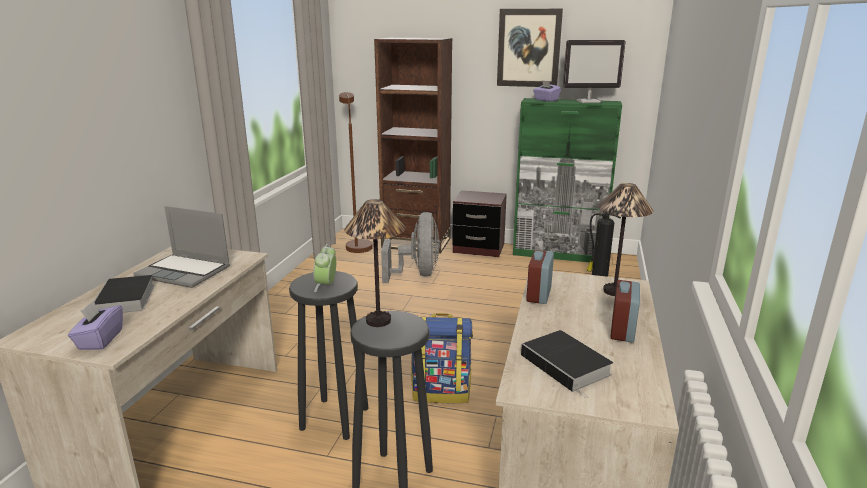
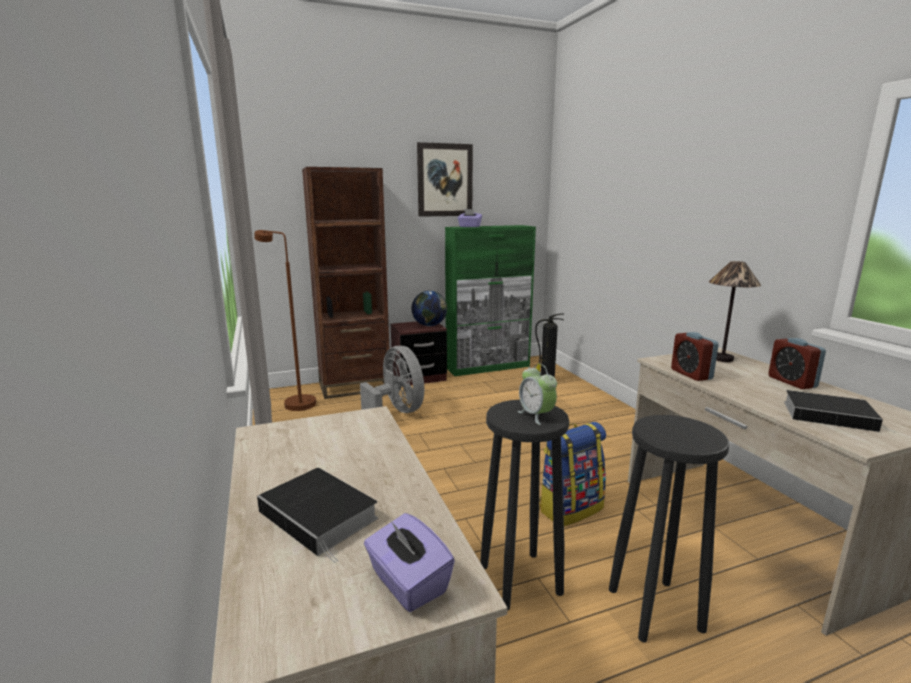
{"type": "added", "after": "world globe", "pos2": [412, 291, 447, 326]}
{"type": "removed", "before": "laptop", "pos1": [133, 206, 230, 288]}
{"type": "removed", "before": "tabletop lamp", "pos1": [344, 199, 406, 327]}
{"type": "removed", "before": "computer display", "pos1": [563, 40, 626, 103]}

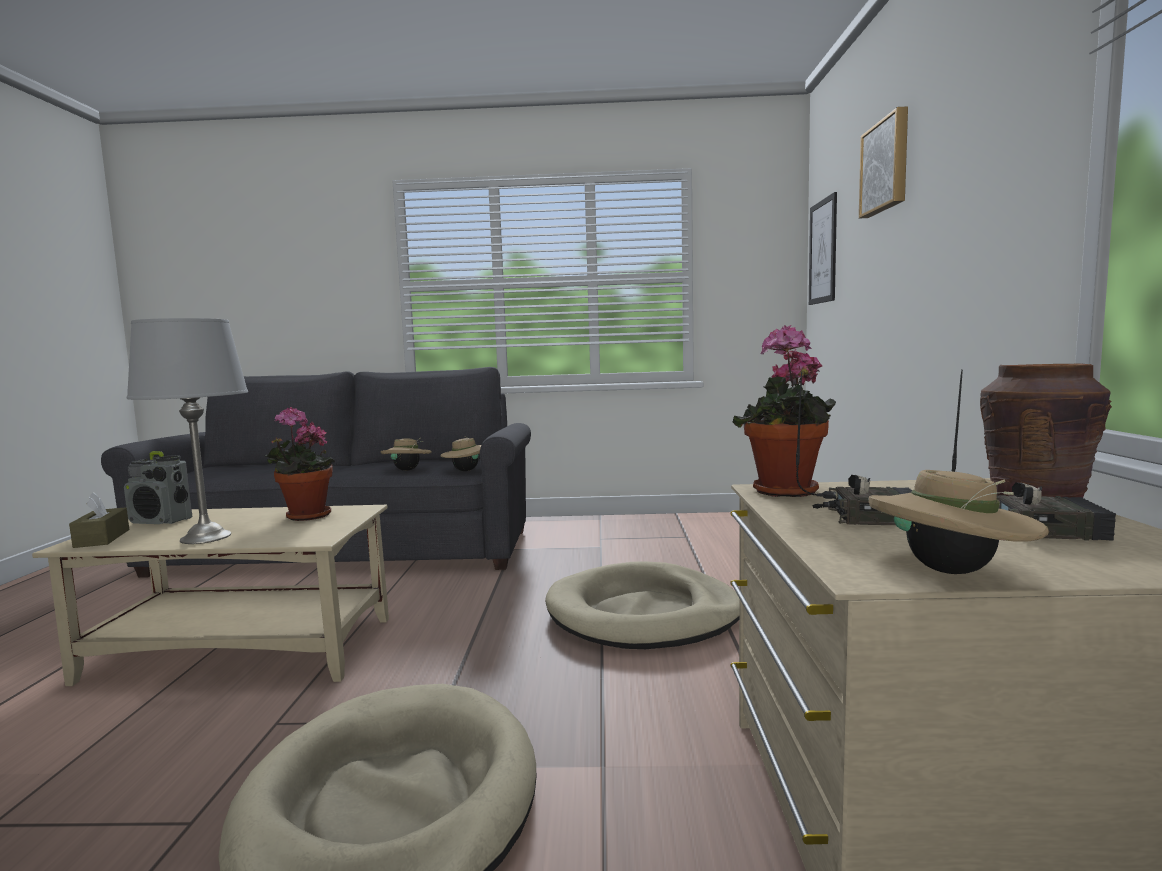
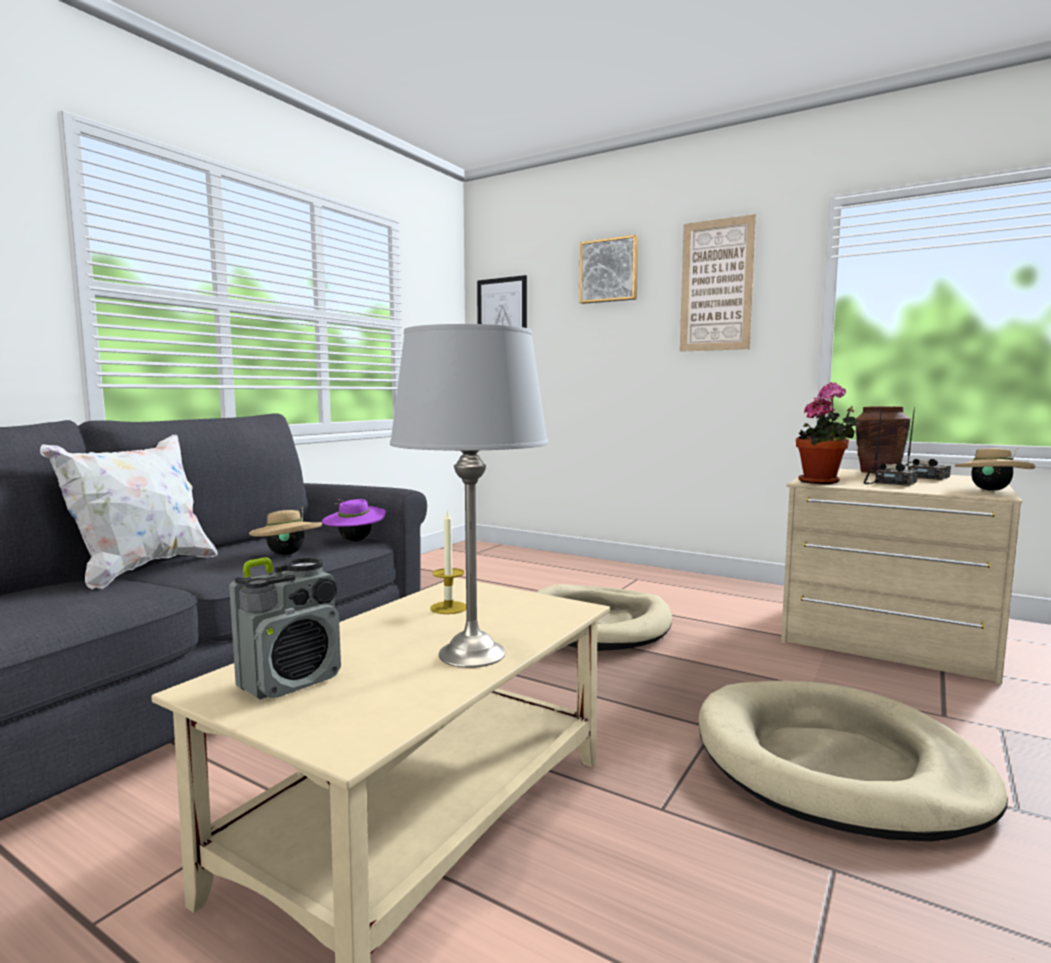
{"type": "added", "after": "white-coloured pillow", "pos2": [40, 435, 217, 589]}
{"type": "recoloured", "before": "sand-coloured hat", "after": "purple-coloured hat", "pos1": [440, 436, 481, 471], "pos2": [322, 499, 386, 541]}
{"type": "replaced", "before": "potted plant", "after": "candle", "pos1": [265, 407, 335, 521], "pos2": [430, 509, 466, 614]}
{"type": "added", "after": "wall picture", "pos2": [680, 214, 756, 352]}
{"type": "removed", "before": "brown-coloured tissue holder", "pos1": [69, 492, 129, 548]}

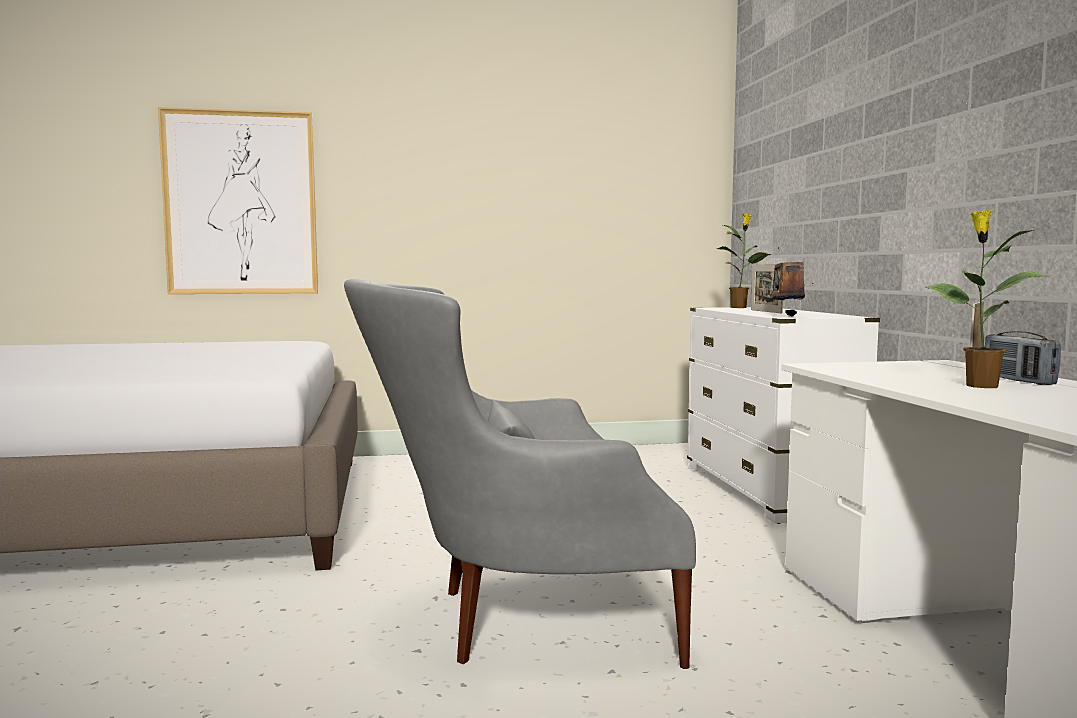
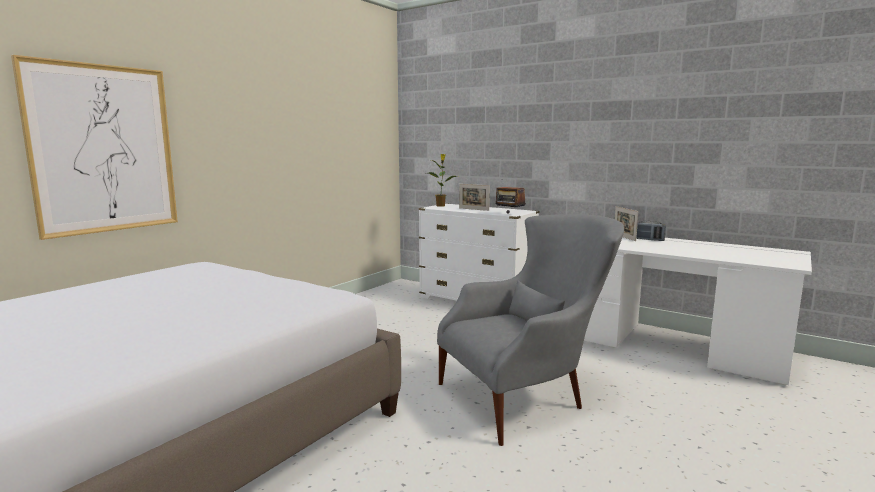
{"type": "turned", "before": "grey armchair", "pos1": [344, 279, 696, 669], "pos2": [437, 214, 624, 446], "turn": -150}
{"type": "removed", "before": "potted plant", "pos1": [924, 210, 1047, 388]}

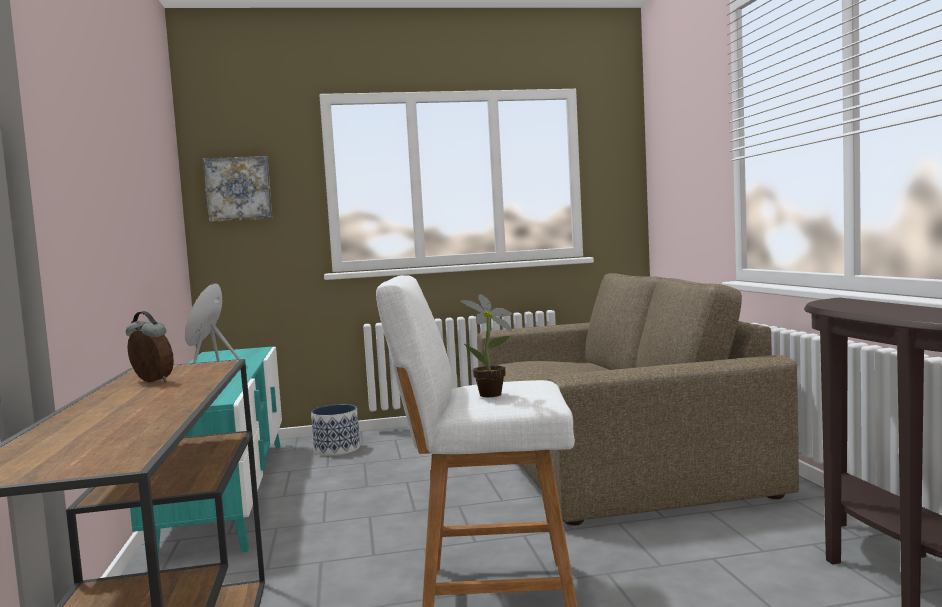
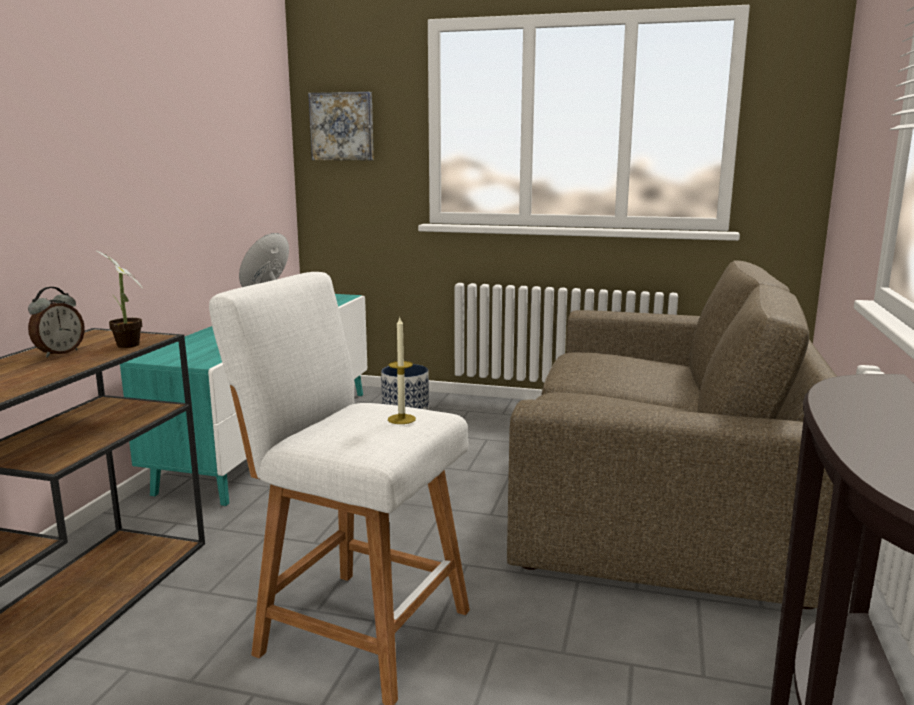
{"type": "turned", "before": "bedside clock", "pos1": [126, 311, 174, 382], "pos2": [28, 287, 85, 358], "turn": 60}
{"type": "moved", "before": "potted plant", "pos1": [461, 294, 512, 397], "pos2": [97, 251, 143, 348]}
{"type": "added", "after": "candle", "pos2": [388, 318, 416, 424]}

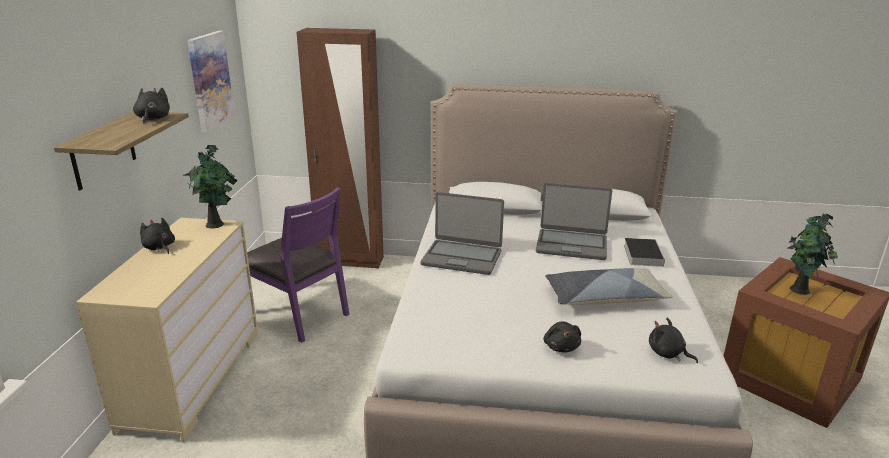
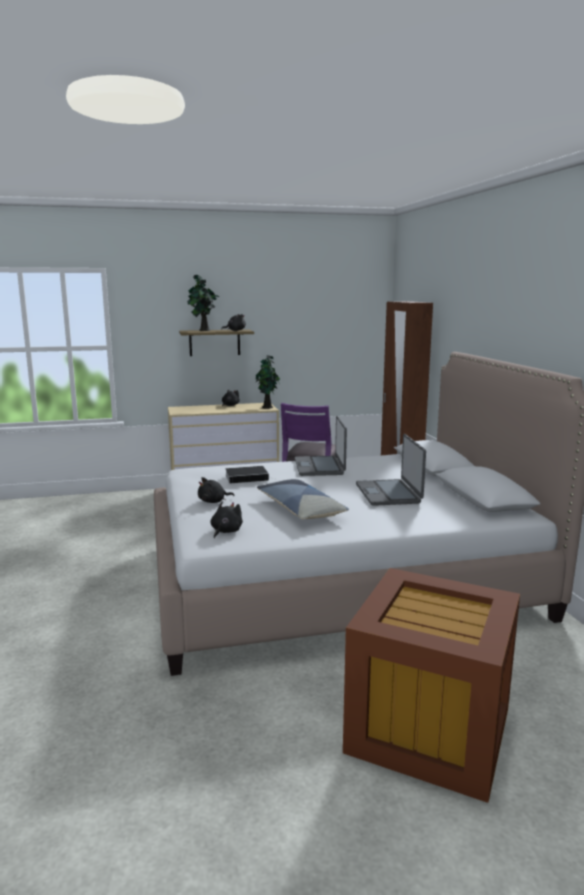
{"type": "moved", "before": "potted plant", "pos1": [788, 213, 838, 295], "pos2": [187, 275, 220, 331]}
{"type": "moved", "before": "bound book", "pos1": [624, 238, 665, 267], "pos2": [225, 466, 273, 484]}
{"type": "removed", "before": "wall picture", "pos1": [187, 31, 235, 132]}

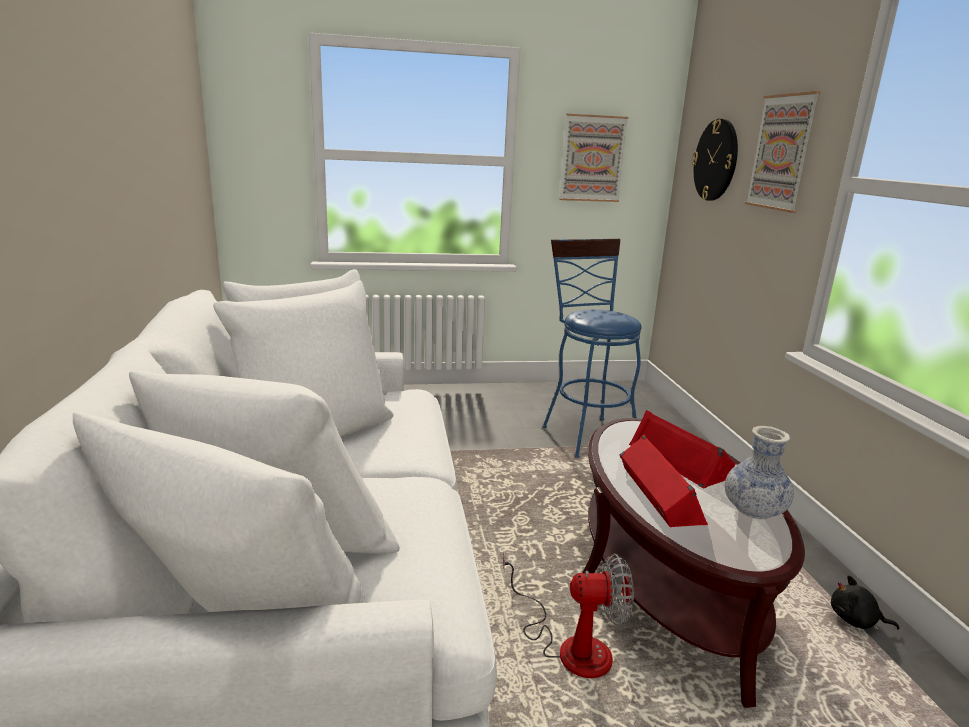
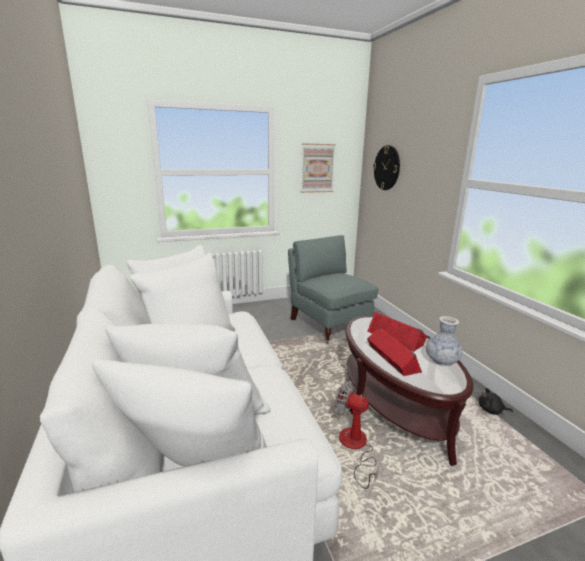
{"type": "replaced", "before": "blue-coloured stool seat", "after": "grey armchair", "pos1": [543, 239, 642, 458], "pos2": [288, 235, 379, 343]}
{"type": "turned", "before": "electric fan", "pos1": [503, 552, 634, 678], "pos2": [335, 381, 379, 489], "turn": -135}
{"type": "removed", "before": "wall picture", "pos1": [745, 91, 821, 213]}

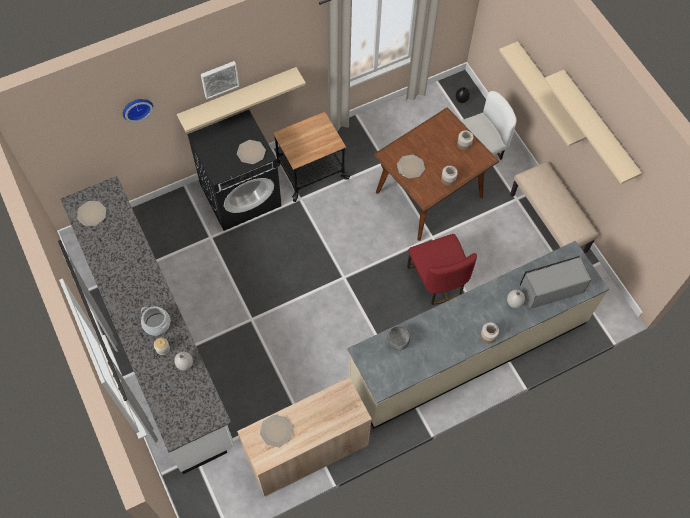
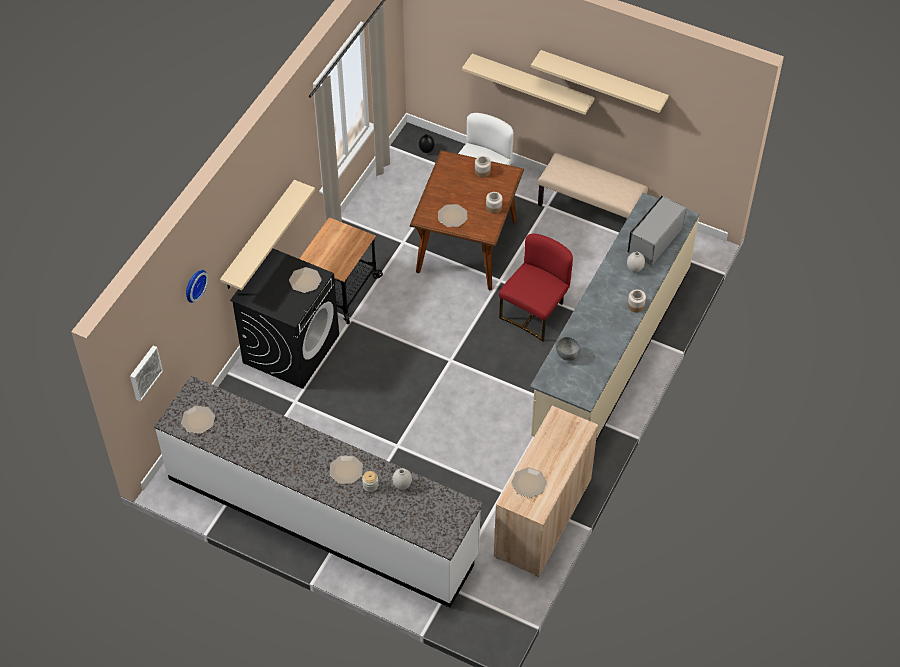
{"type": "moved", "before": "wall picture", "pos1": [201, 61, 239, 99], "pos2": [130, 345, 163, 402]}
{"type": "replaced", "before": "cooking pot", "after": "flat dish", "pos1": [141, 306, 170, 336], "pos2": [329, 456, 363, 484]}
{"type": "turned", "before": "red-coloured upright chair", "pos1": [407, 234, 477, 305], "pos2": [499, 234, 573, 341], "turn": -90}

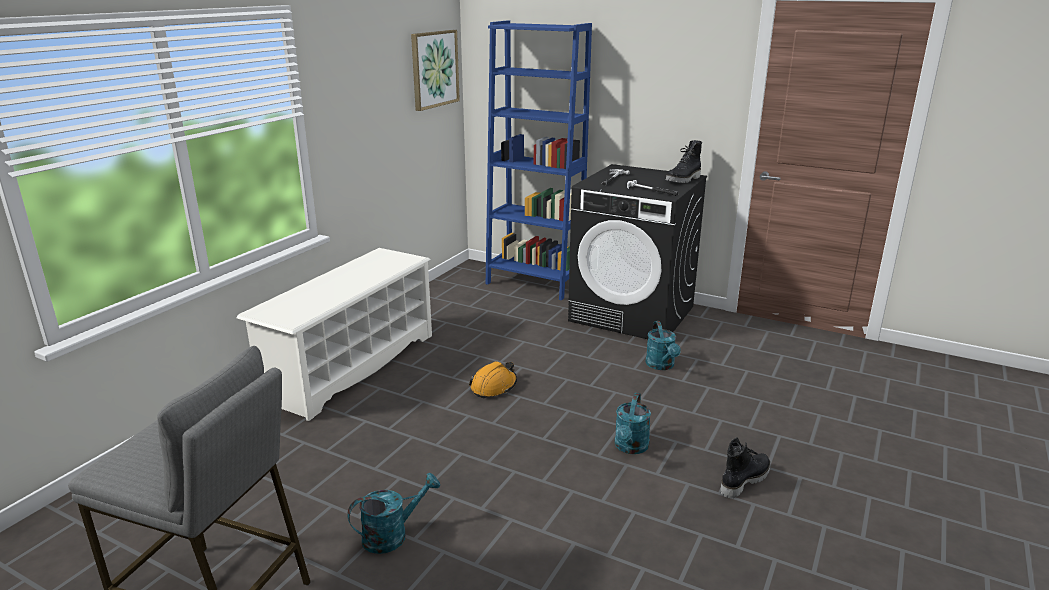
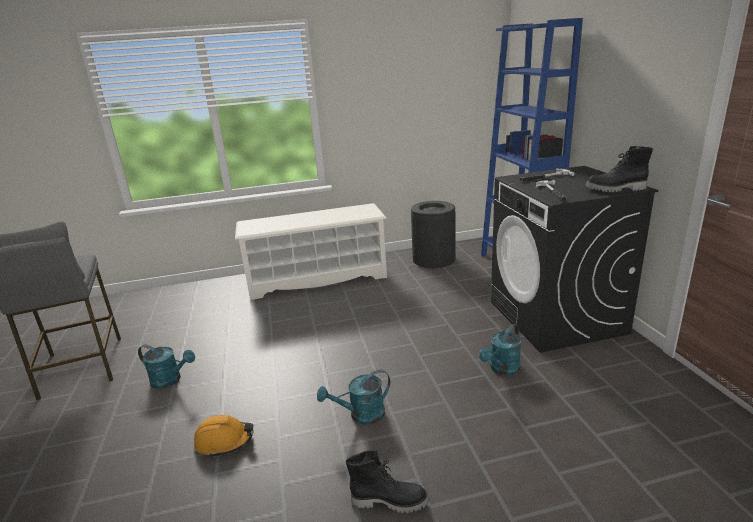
{"type": "moved", "before": "orangey safety helmet", "pos1": [469, 361, 517, 398], "pos2": [194, 415, 254, 458]}
{"type": "added", "after": "black-coloured trash can", "pos2": [411, 201, 455, 268]}
{"type": "removed", "before": "wall picture", "pos1": [411, 30, 460, 111]}

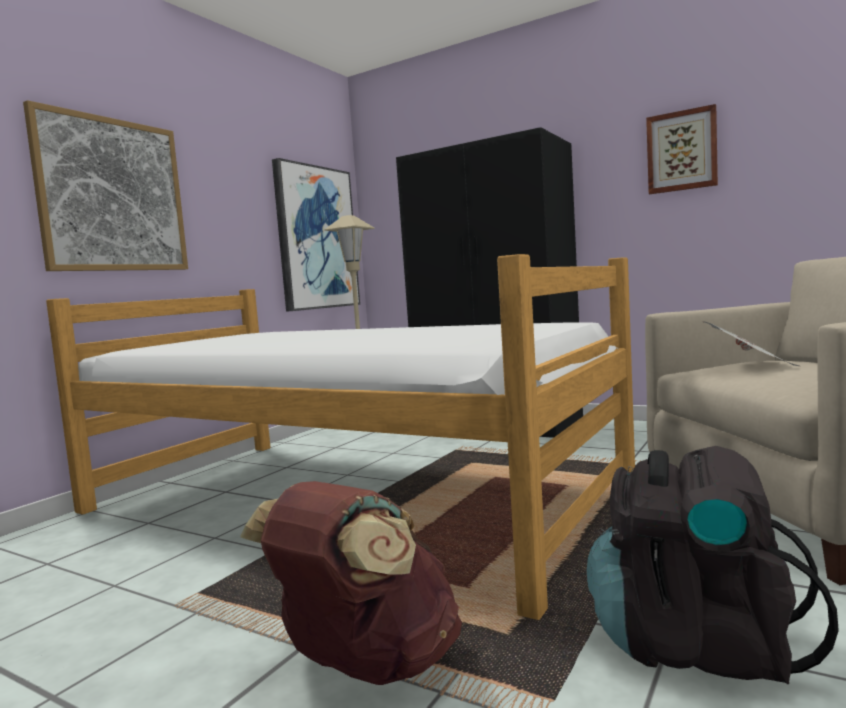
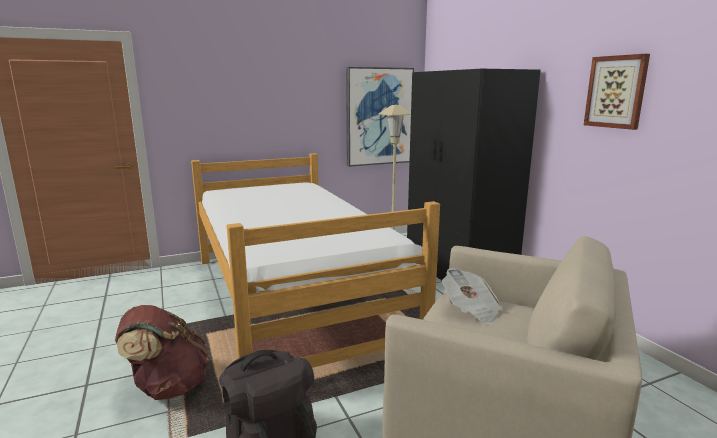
{"type": "removed", "before": "wall picture", "pos1": [23, 100, 188, 271]}

